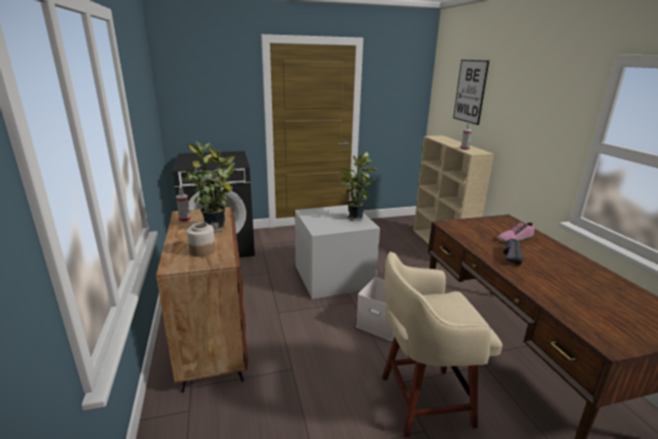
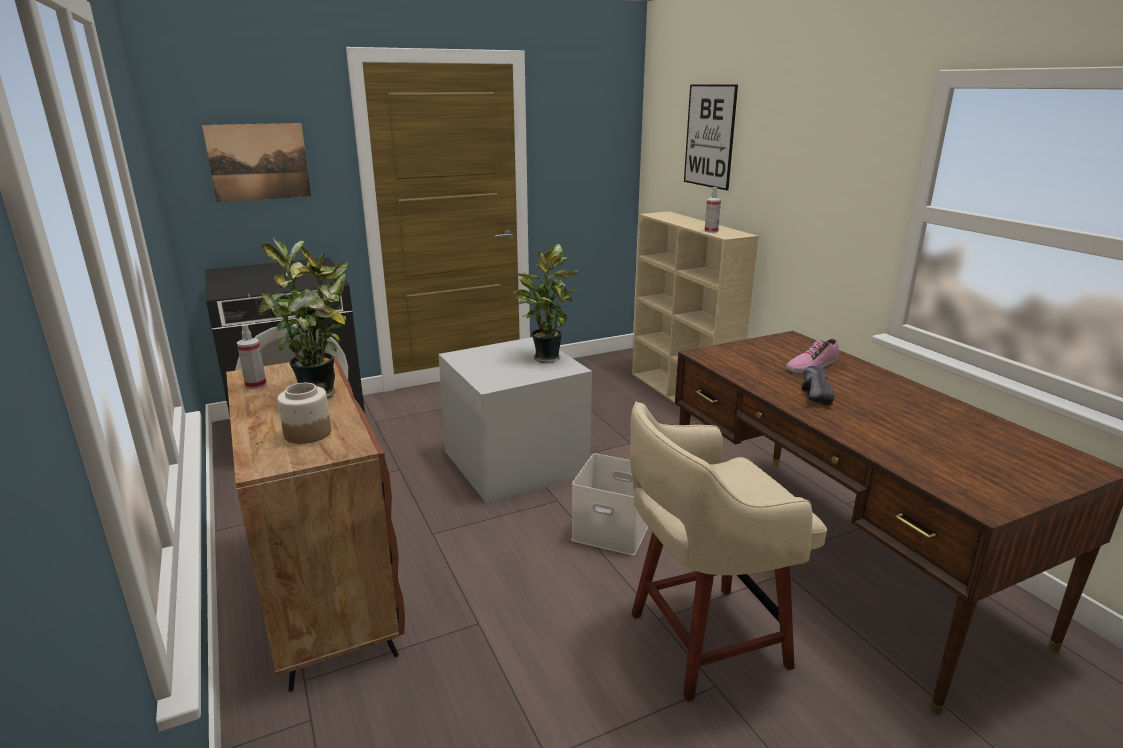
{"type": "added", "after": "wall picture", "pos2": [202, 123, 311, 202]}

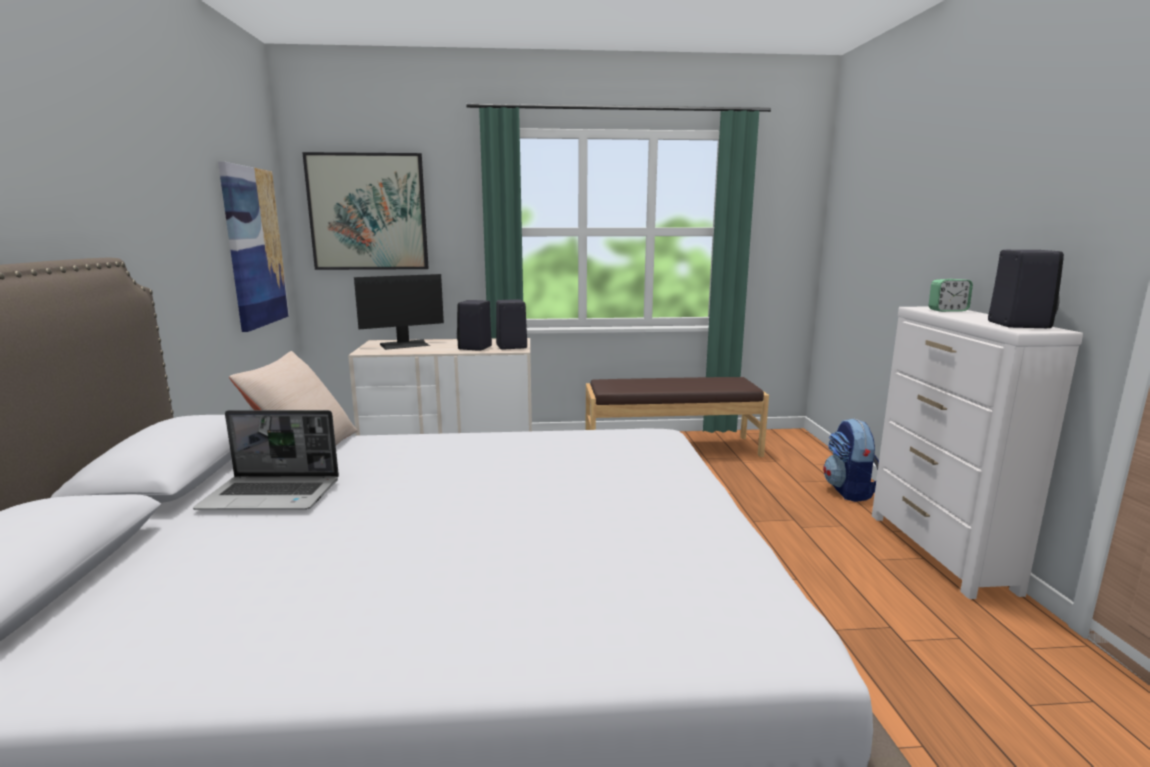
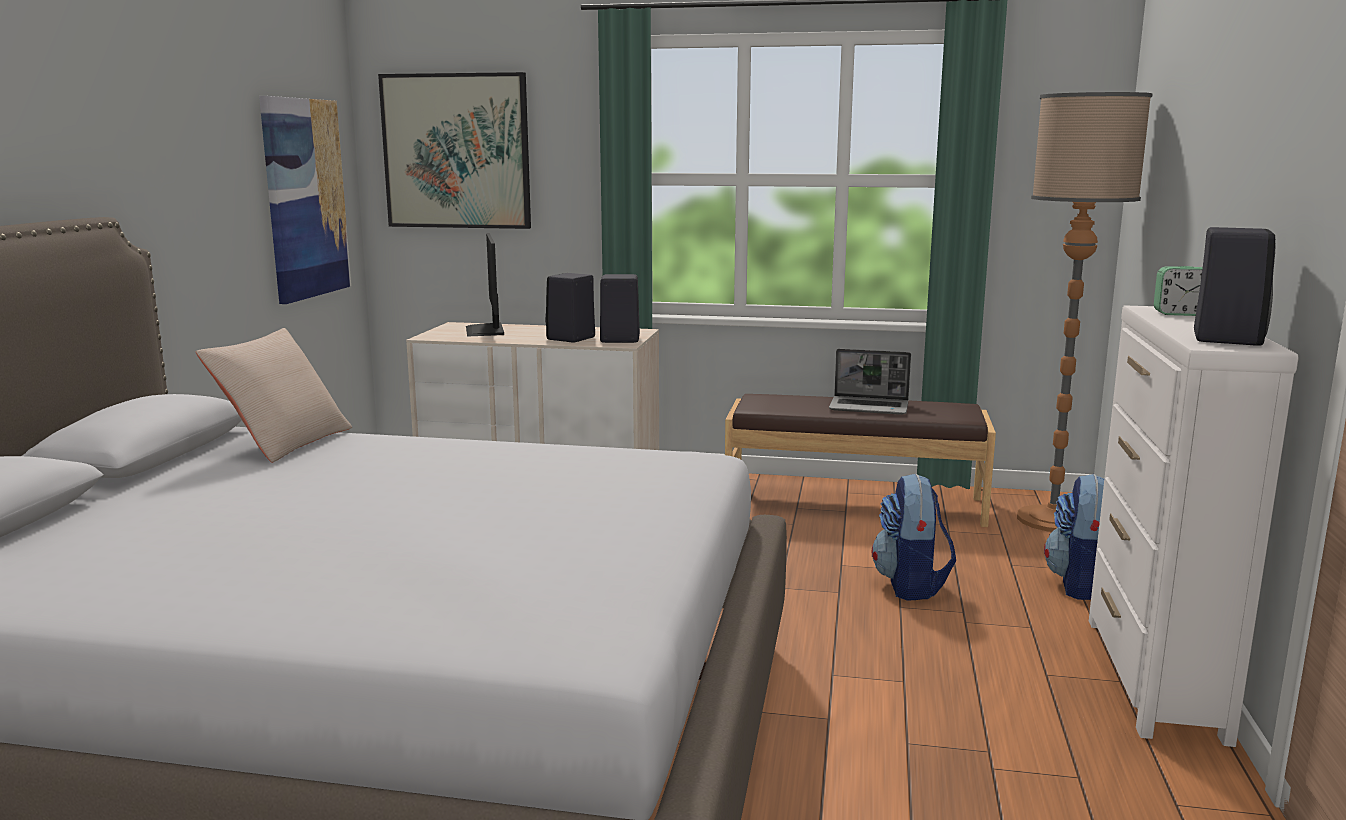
{"type": "turned", "before": "computer display", "pos1": [354, 274, 444, 350], "pos2": [466, 233, 504, 337], "turn": 90}
{"type": "moved", "before": "laptop", "pos1": [193, 410, 339, 510], "pos2": [829, 349, 911, 415]}
{"type": "added", "after": "backpack", "pos2": [872, 473, 956, 601]}
{"type": "added", "after": "standing lamp", "pos2": [1017, 92, 1153, 532]}

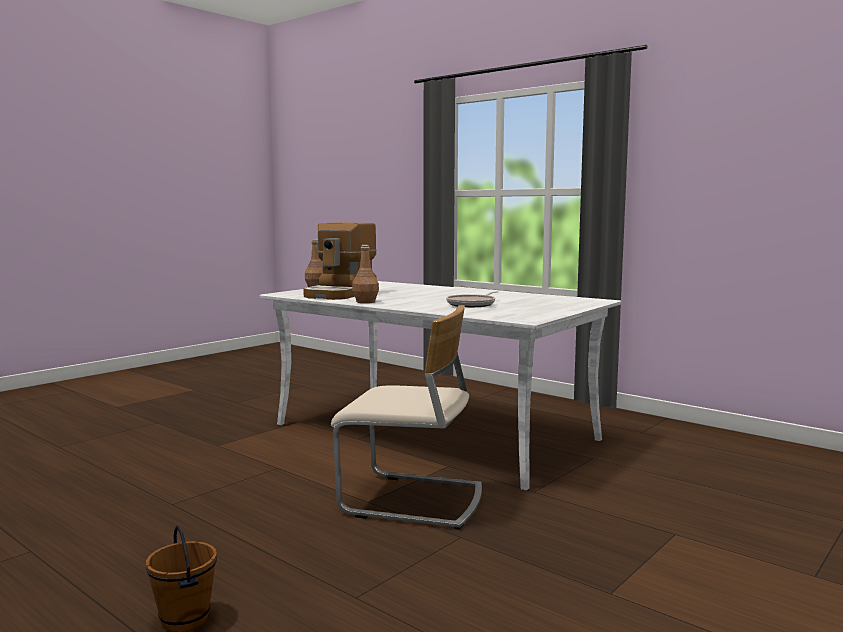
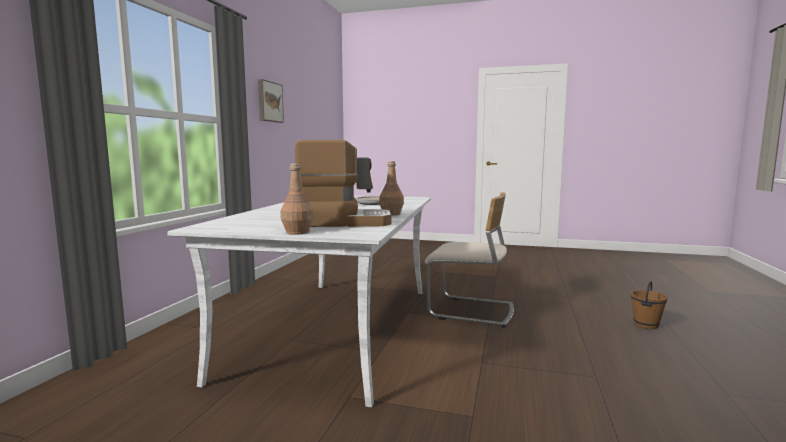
{"type": "added", "after": "wall picture", "pos2": [258, 79, 284, 123]}
{"type": "turned", "before": "sand-coloured upright chair", "pos1": [331, 305, 482, 530], "pos2": [425, 192, 514, 328], "turn": 120}

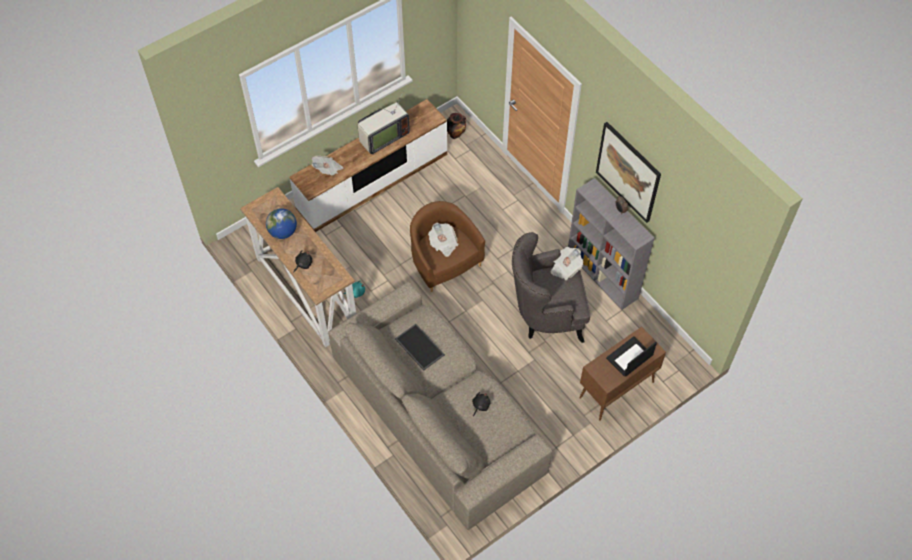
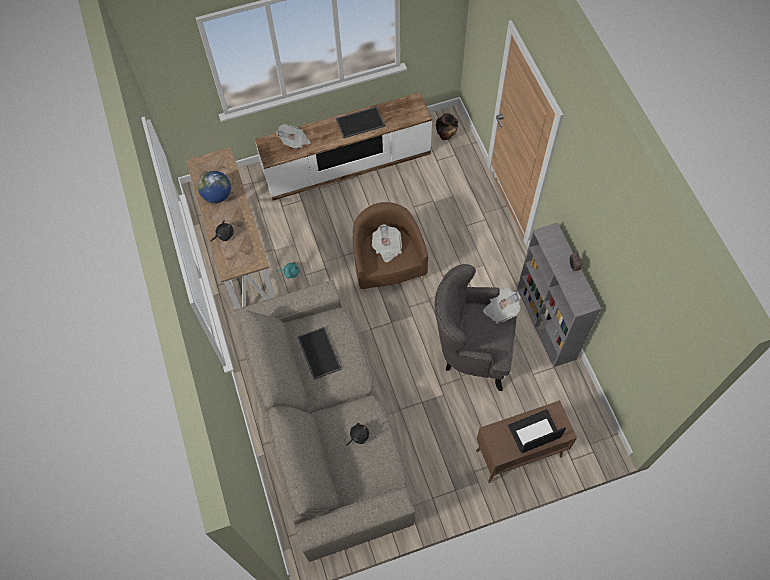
{"type": "replaced", "before": "television", "after": "serving tray", "pos1": [358, 90, 410, 154], "pos2": [336, 106, 385, 138]}
{"type": "removed", "before": "wall picture", "pos1": [596, 122, 661, 223]}

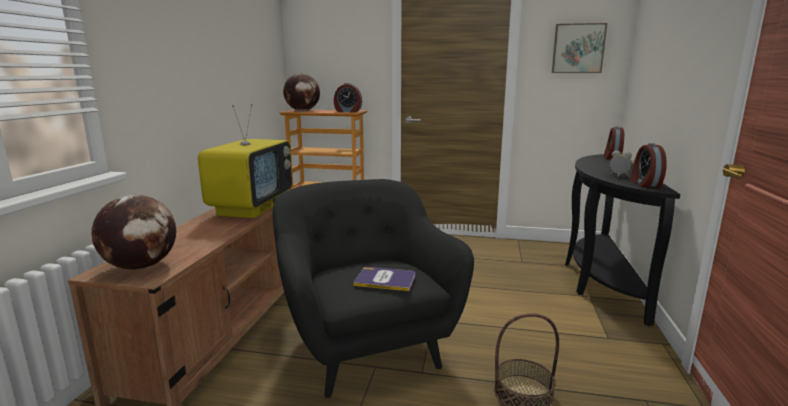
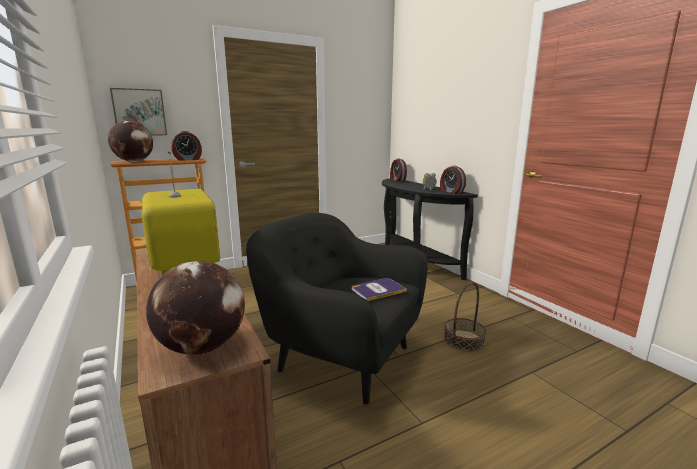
{"type": "moved", "before": "wall picture", "pos1": [552, 23, 607, 73], "pos2": [110, 88, 167, 135]}

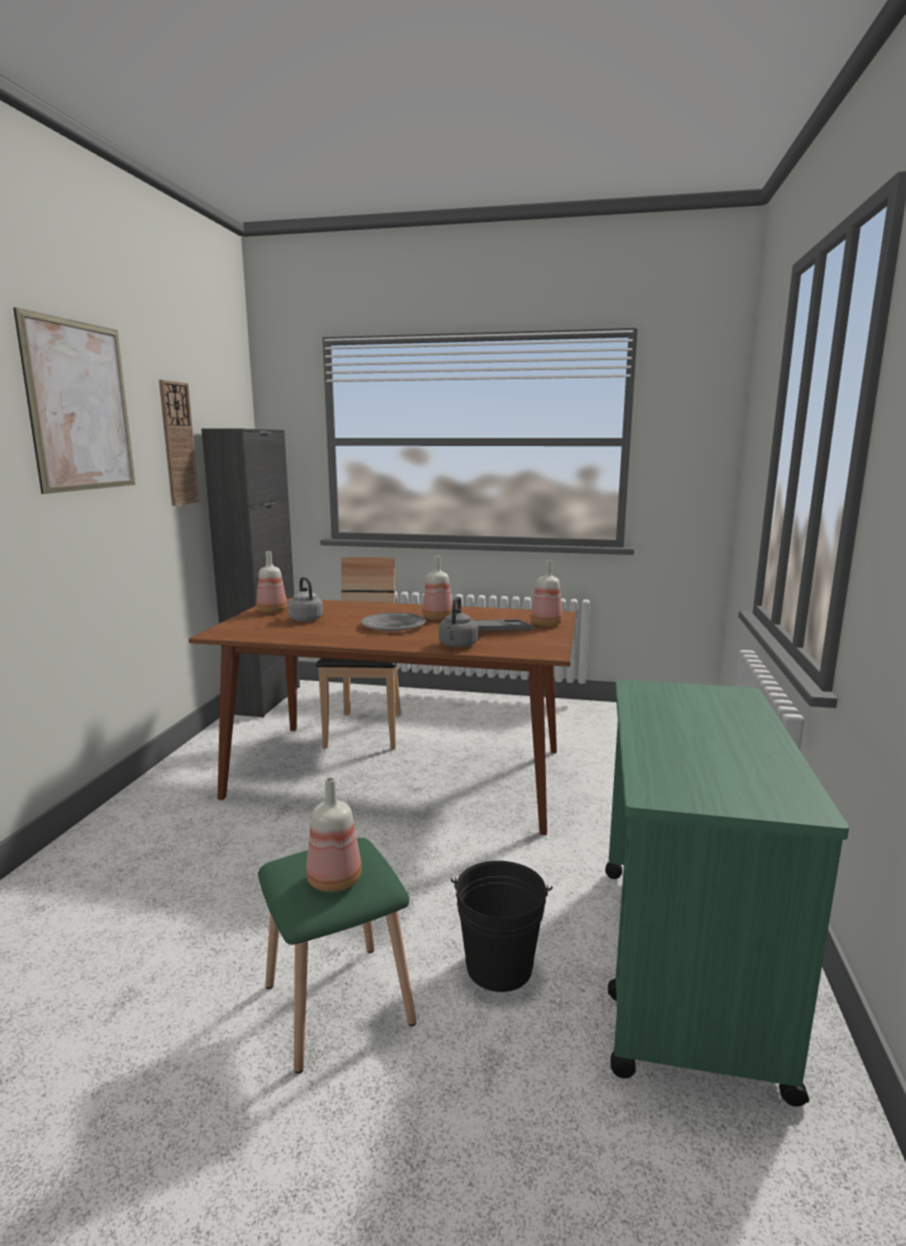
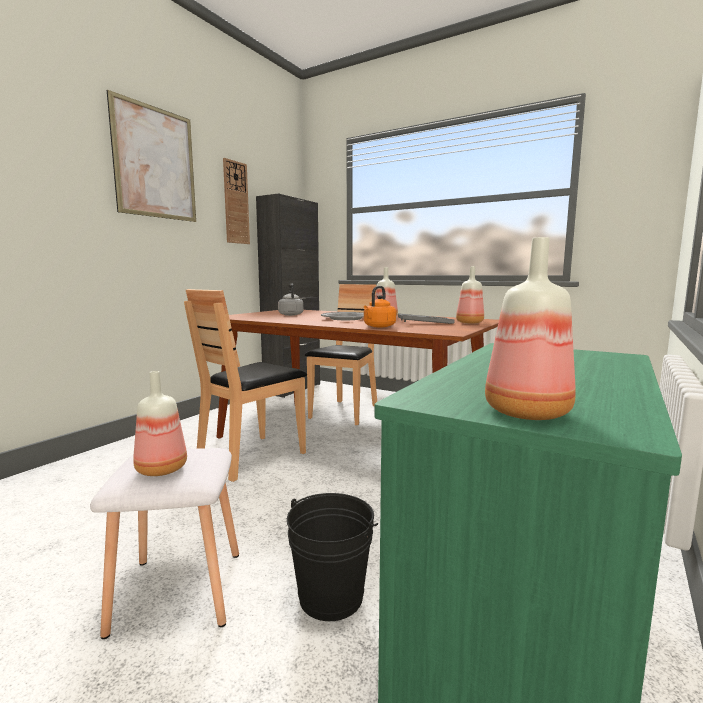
{"type": "recoloured", "before": "greenish stool seat", "after": "white-coloured stool seat", "pos1": [258, 838, 416, 1074], "pos2": [90, 448, 239, 639]}
{"type": "added", "after": "brown-coloured upright chair", "pos2": [184, 289, 307, 482]}
{"type": "recoloured", "before": "grey water kettle", "after": "orangey water kettle", "pos1": [439, 597, 478, 648], "pos2": [364, 286, 396, 327]}
{"type": "moved", "before": "beverage bottle", "pos1": [257, 551, 287, 613], "pos2": [485, 237, 575, 420]}

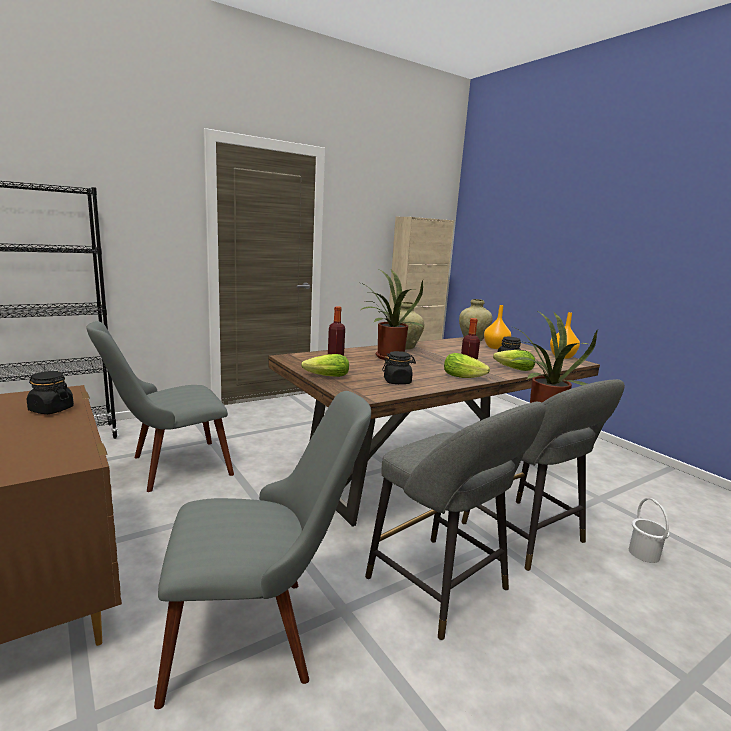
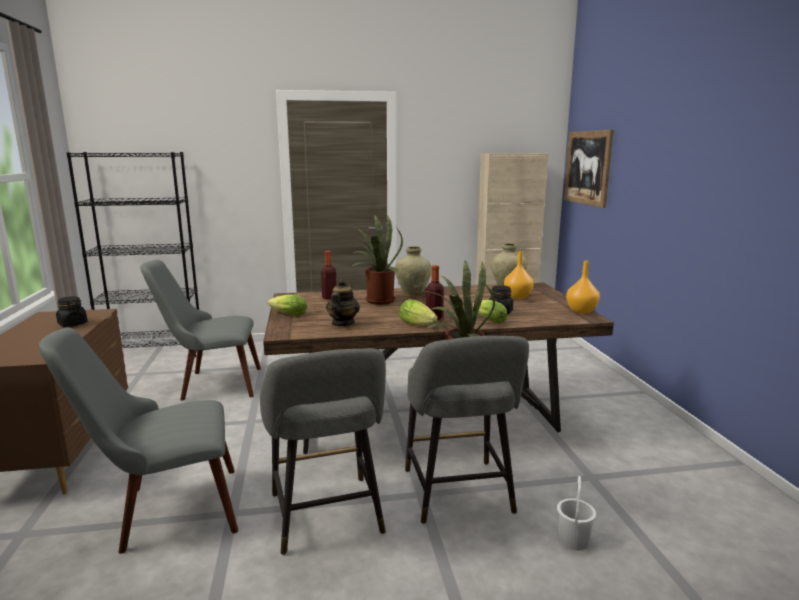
{"type": "turned", "before": "grey upright chair", "pos1": [154, 391, 371, 709], "pos2": [39, 327, 238, 554], "turn": 150}
{"type": "replaced", "before": "black-coloured preserve jar", "after": "tea pot", "pos1": [382, 351, 416, 384], "pos2": [326, 279, 360, 326]}
{"type": "added", "after": "wall picture", "pos2": [564, 130, 614, 208]}

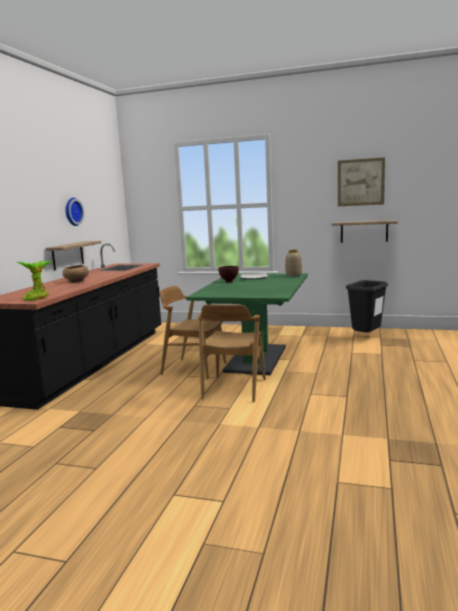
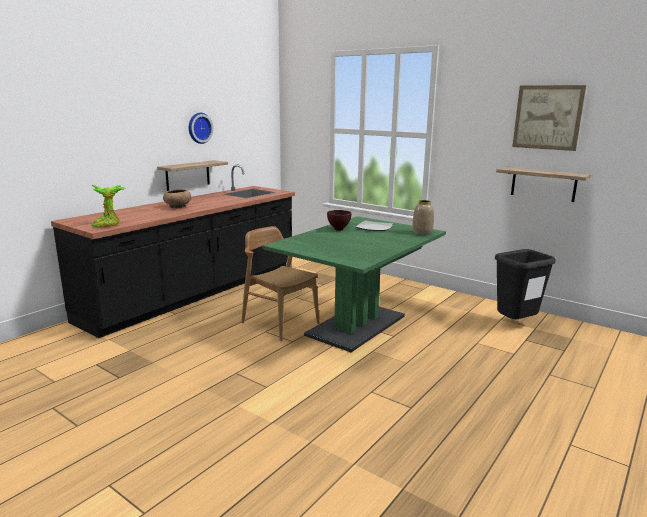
{"type": "removed", "before": "brown-coloured upright chair", "pos1": [197, 304, 266, 402]}

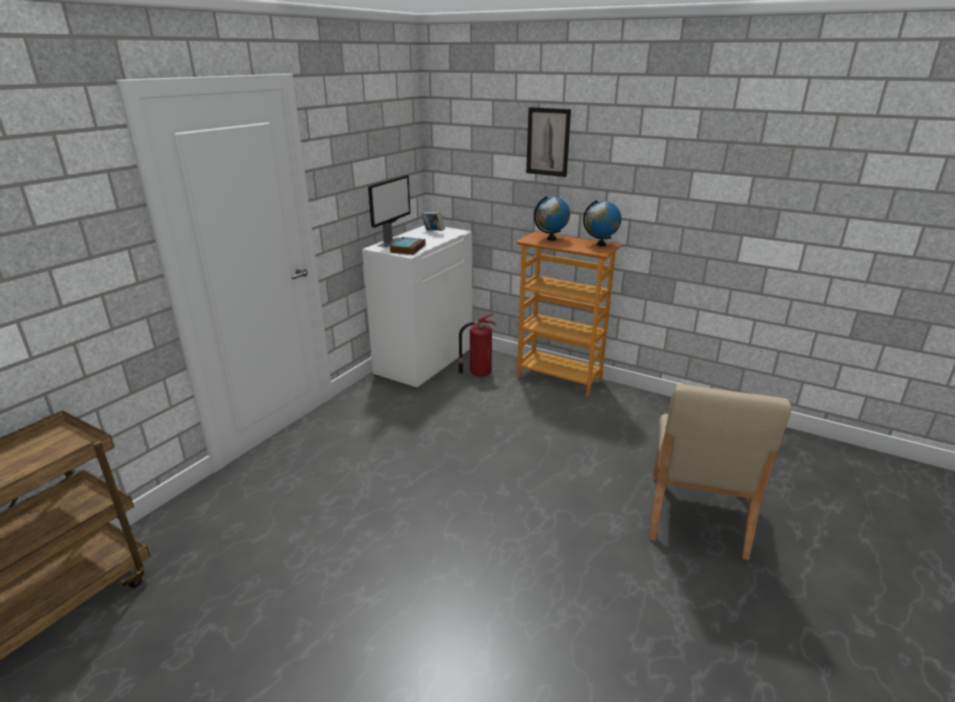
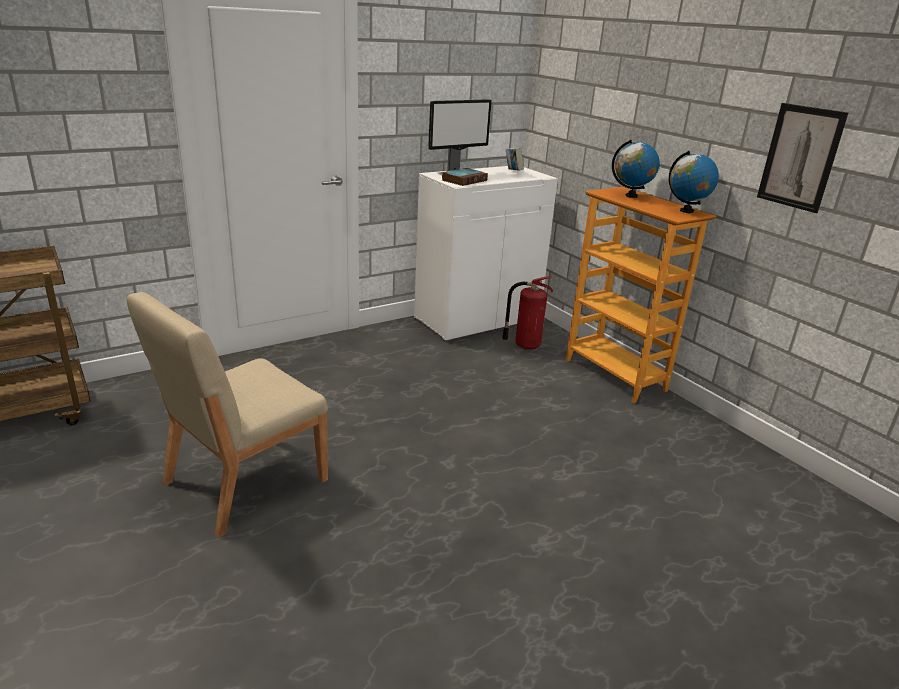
{"type": "moved", "before": "sand-coloured upright chair", "pos1": [649, 384, 792, 560], "pos2": [127, 292, 328, 538]}
{"type": "moved", "before": "wall picture", "pos1": [526, 107, 571, 177], "pos2": [757, 103, 848, 213]}

